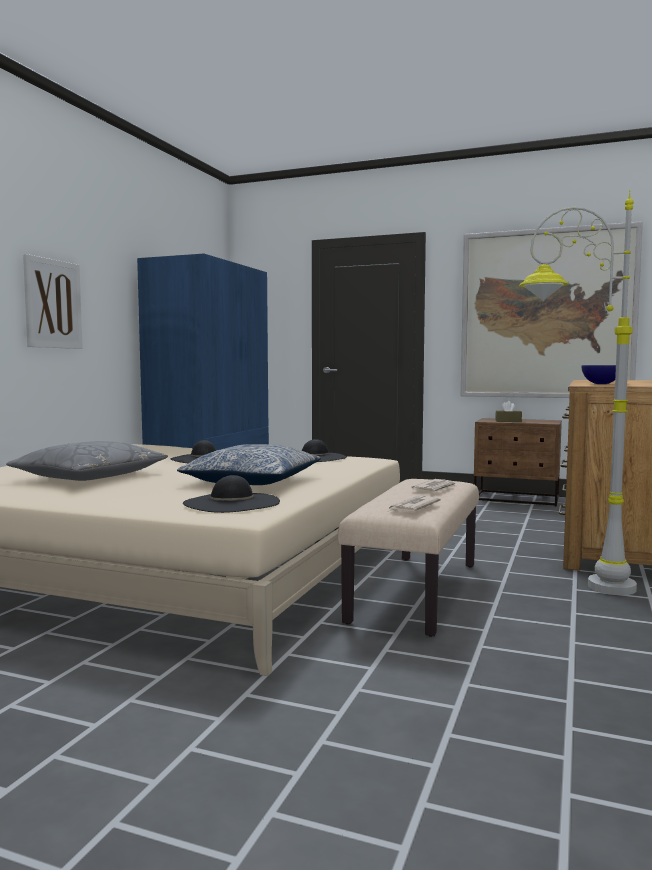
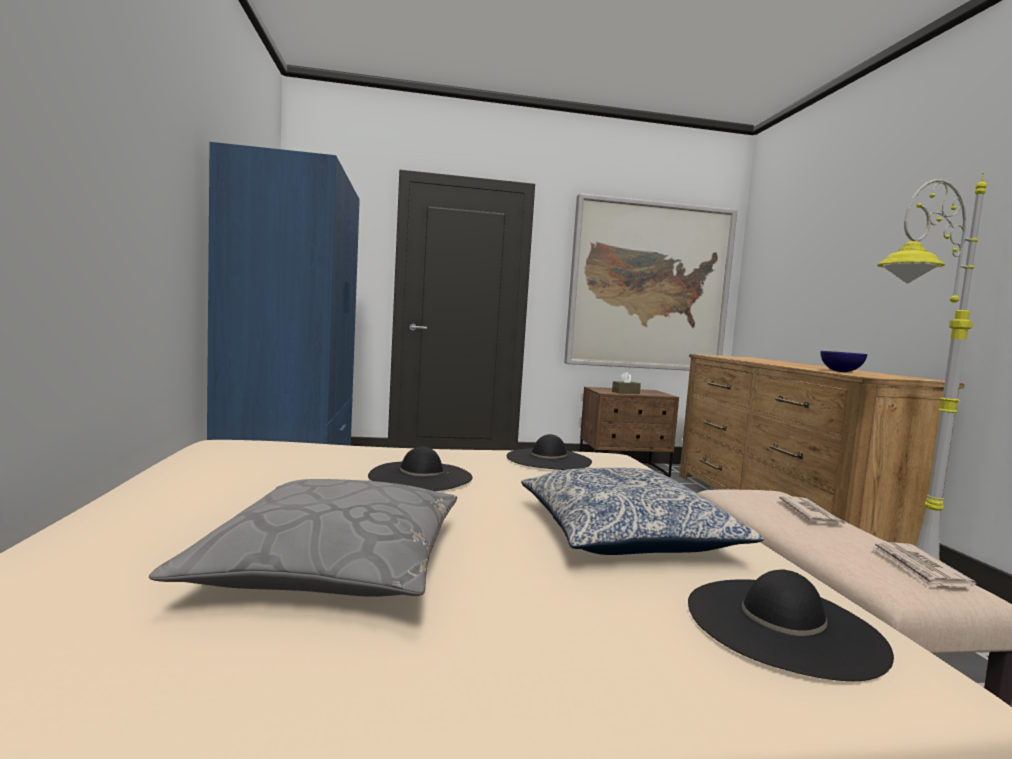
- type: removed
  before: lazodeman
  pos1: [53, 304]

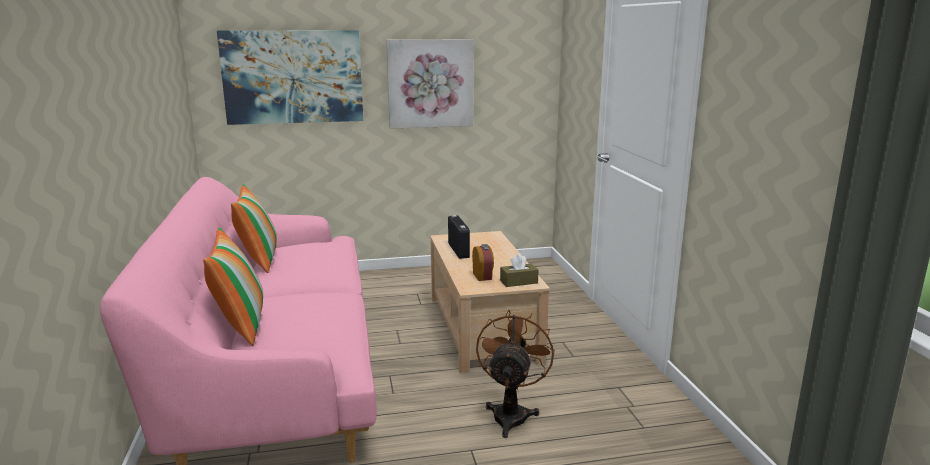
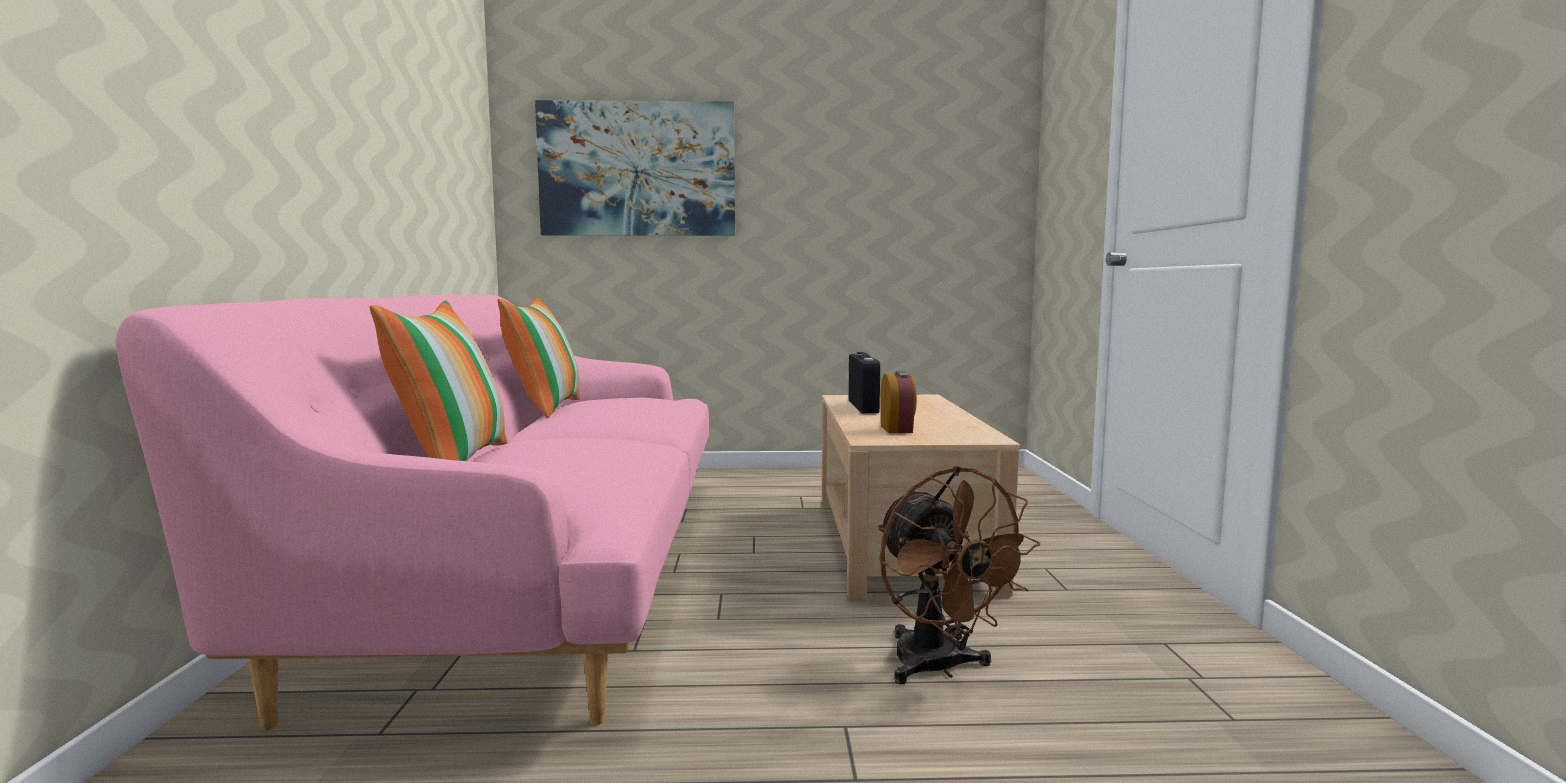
- type: removed
  before: lazodeman
  pos1: [430, 83]
- type: removed
  before: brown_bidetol
  pos1: [518, 282]
- type: turned
  before: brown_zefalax
  pos1: [511, 413]
  pos2: [939, 668]
  turn: 135

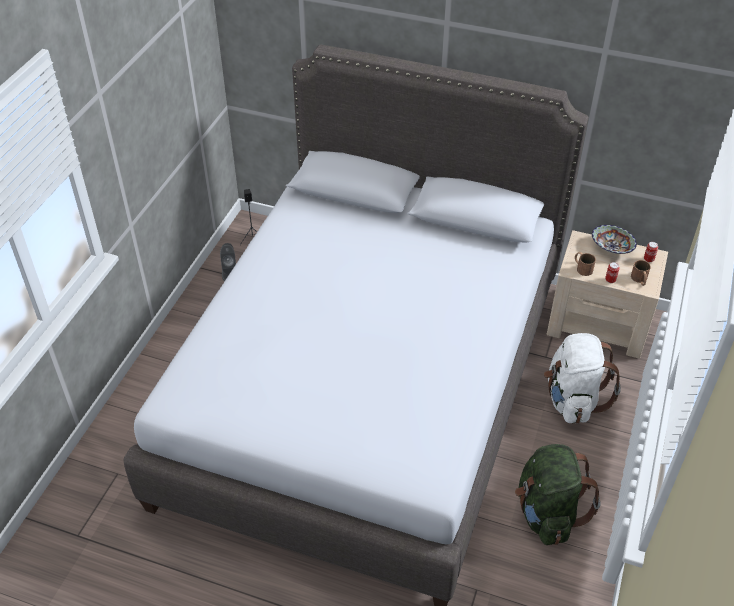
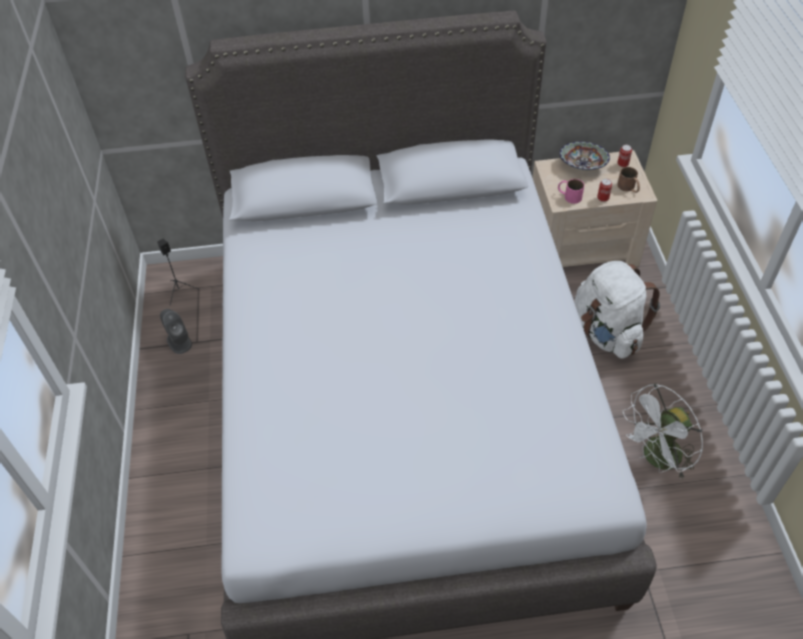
- type: recoloured
  before: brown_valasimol
  after: pink_valasimol
  pos1: [582, 267]
  pos2: [569, 196]
- type: replaced
  before: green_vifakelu
  after: white_zefalax
  pos1: [547, 513]
  pos2: [656, 459]

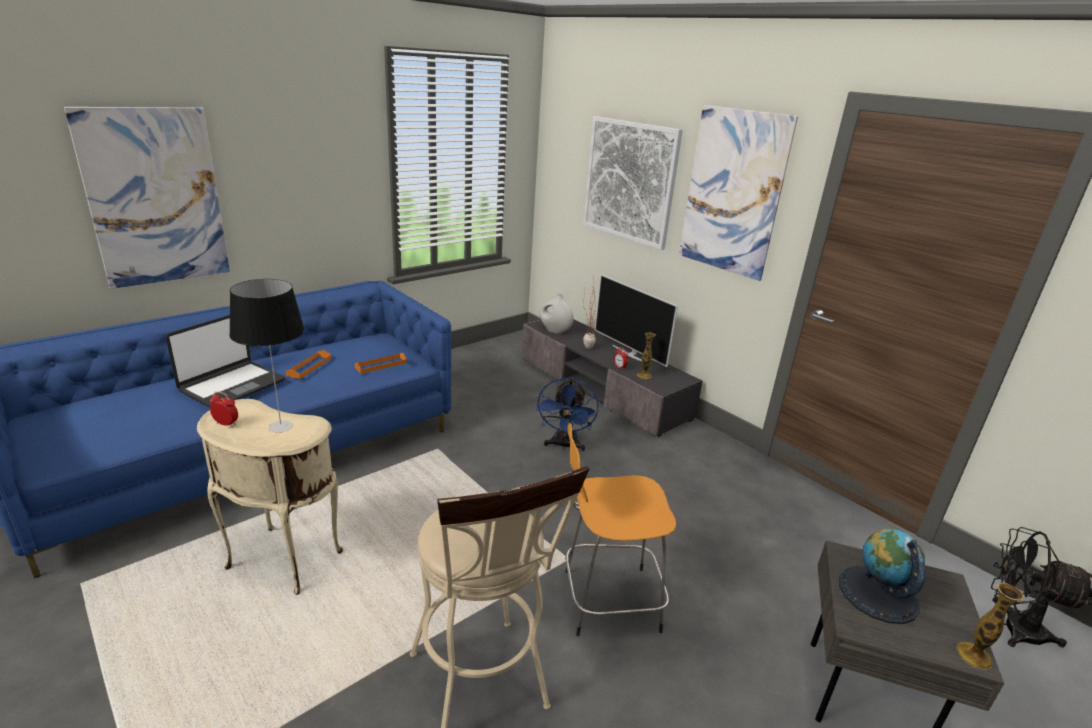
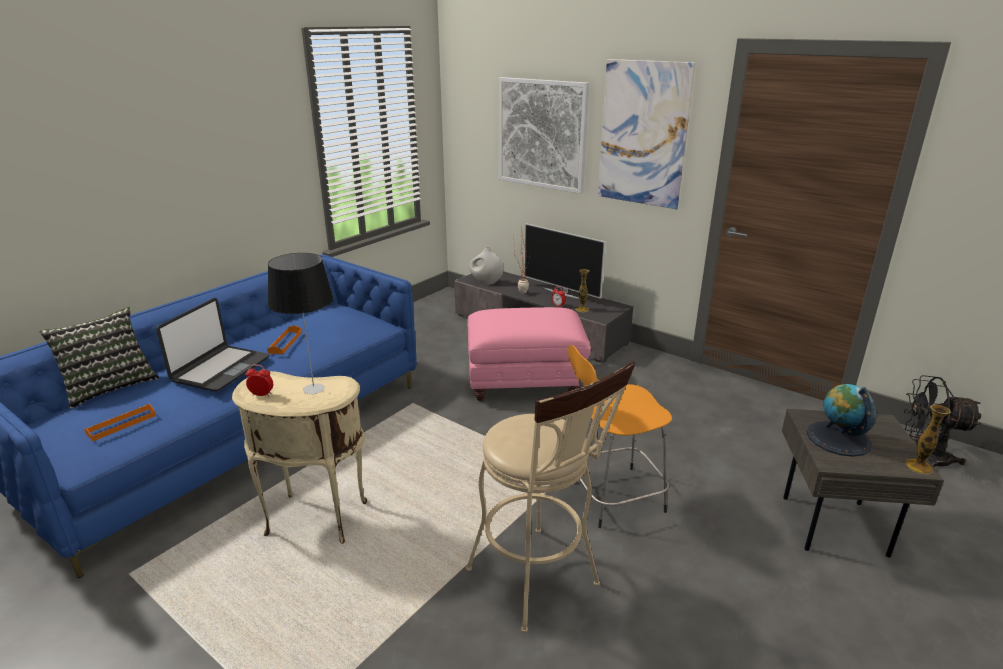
- type: removed
  before: lazodeman
  pos1: [155, 198]
- type: moved
  before: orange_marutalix
  pos1: [381, 365]
  pos2: [121, 424]
- type: replaced
  before: blue_zefalax
  after: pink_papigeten
  pos1: [564, 445]
  pos2: [526, 382]
- type: added
  after: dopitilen
  pos2: [110, 386]

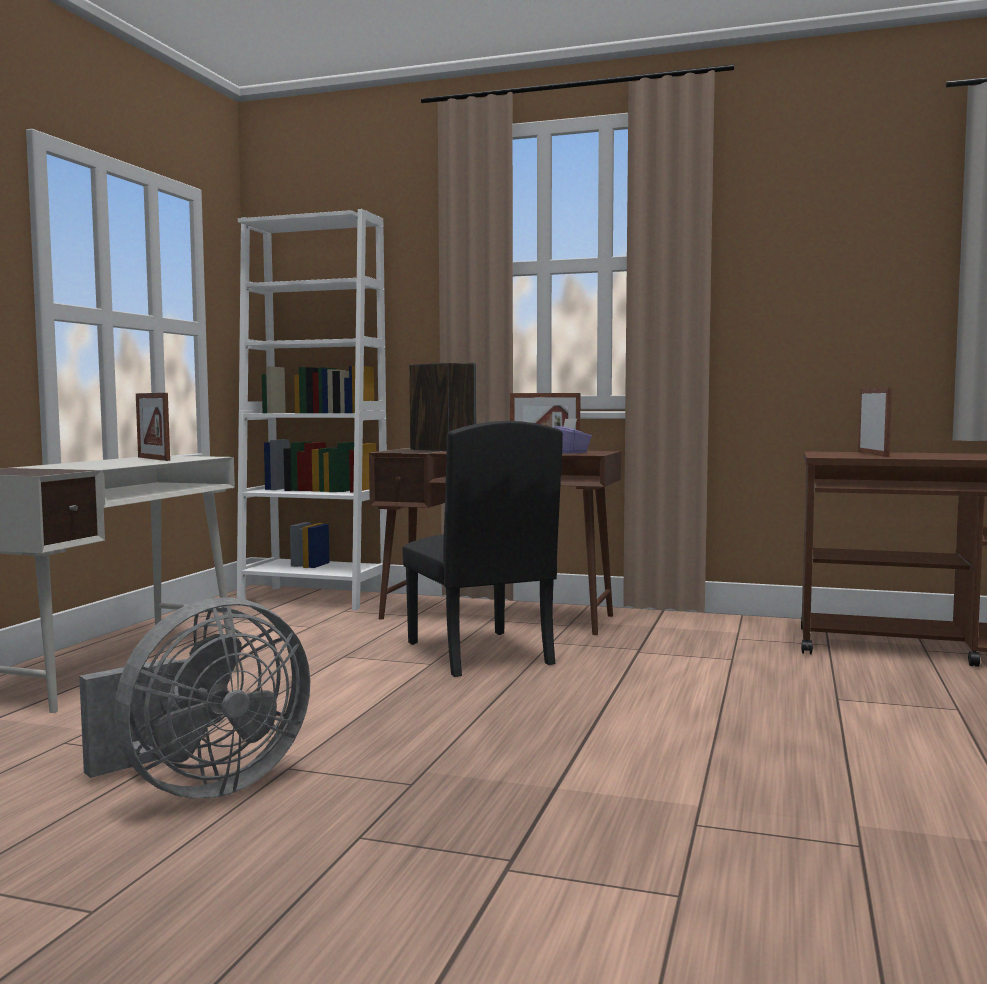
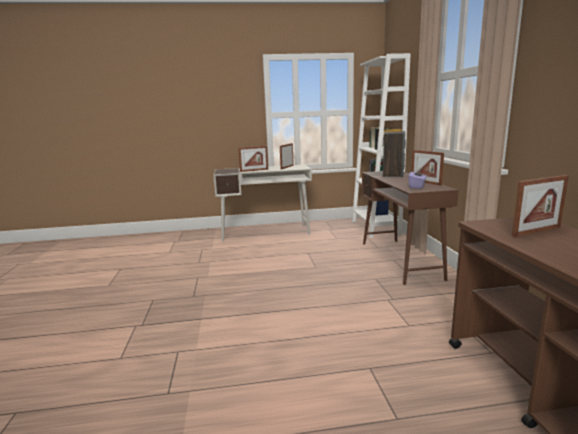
- type: removed
  before: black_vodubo
  pos1: [478, 653]
- type: removed
  before: grey_zefalax
  pos1: [202, 787]
- type: added
  after: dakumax
  pos2: [254, 170]

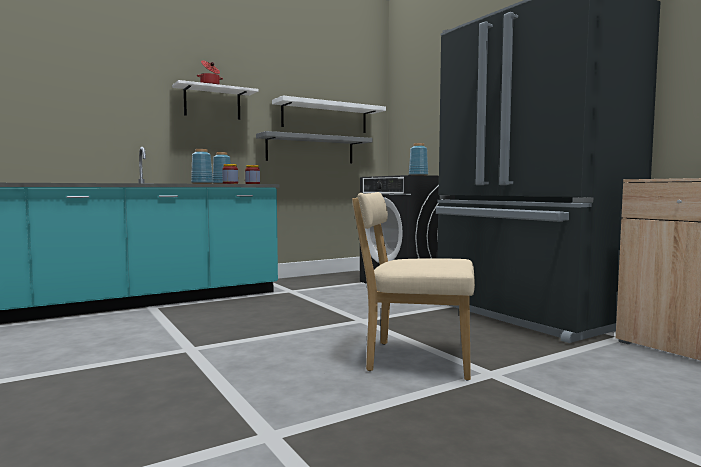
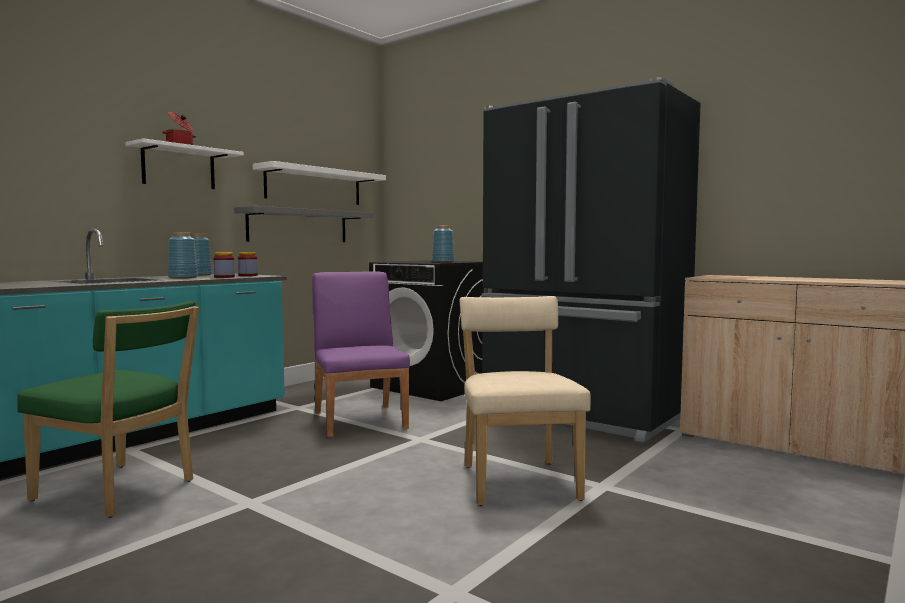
- type: turned
  before: beige_vodubo
  pos1: [414, 359]
  pos2: [518, 480]
  turn: 90
- type: added
  after: purple_vodubo
  pos2: [360, 420]
- type: added
  after: green_vodubo
  pos2: [120, 491]

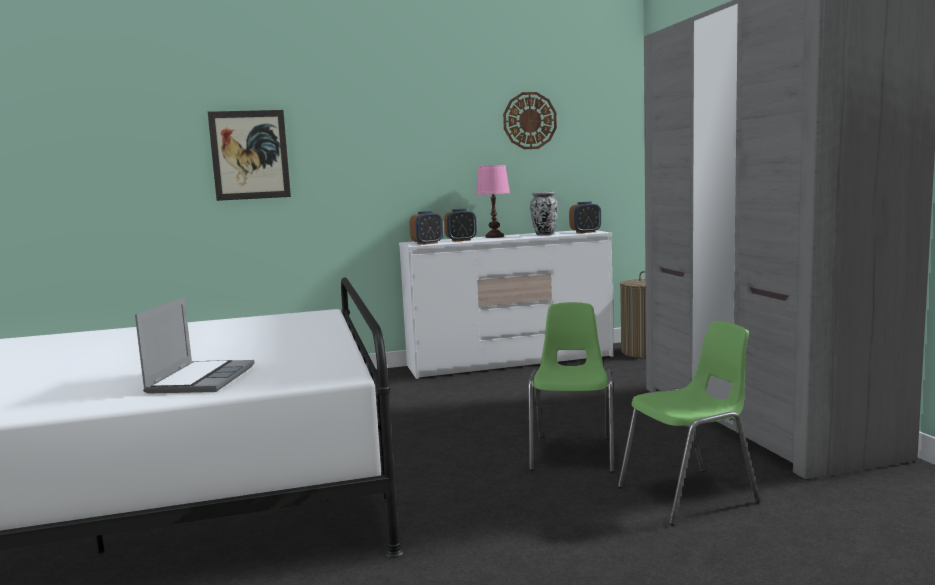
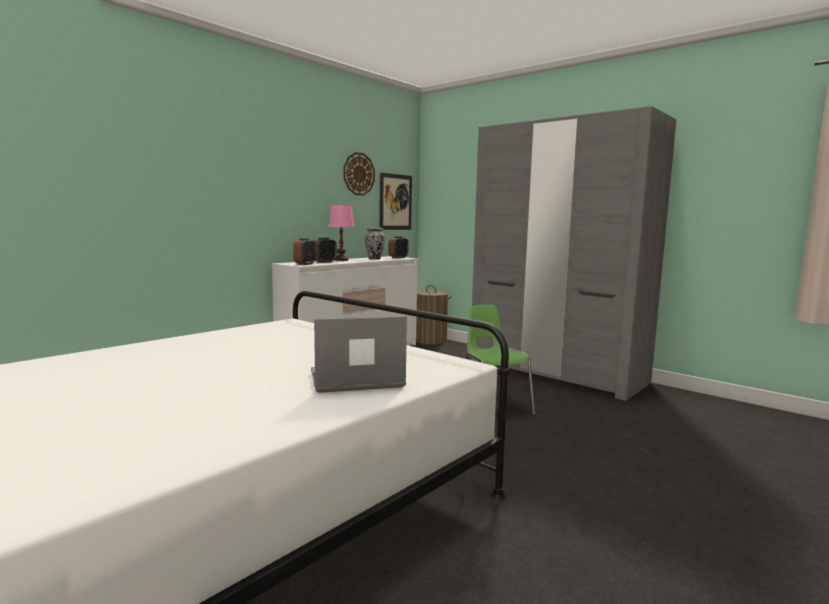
- type: moved
  before: lazodeman
  pos1: [250, 155]
  pos2: [395, 202]
- type: turned
  before: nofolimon
  pos1: [201, 379]
  pos2: [355, 380]
  turn: -75
- type: removed
  before: green_vodubo
  pos1: [689, 495]

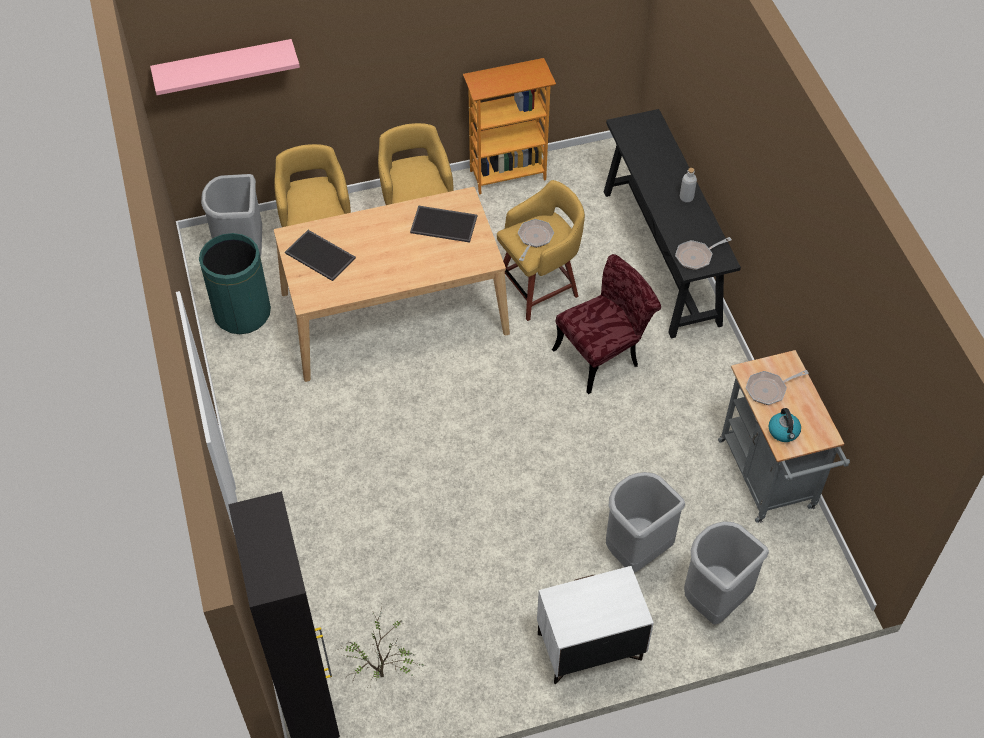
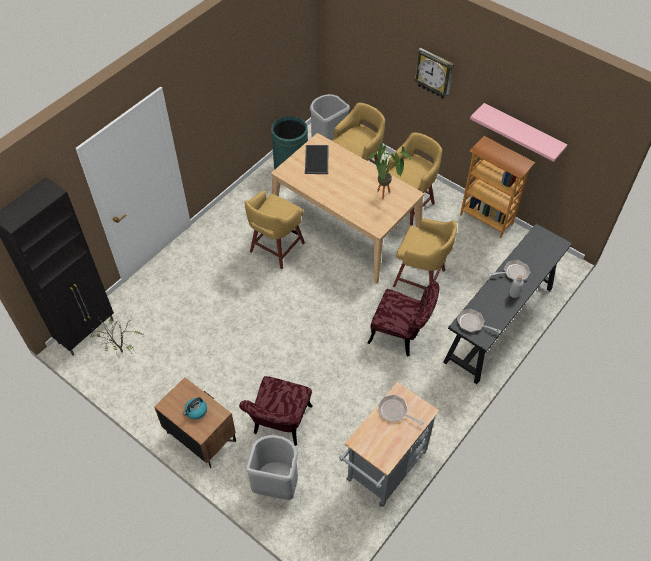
- type: moved
  before: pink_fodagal
  pos1: [224, 64]
  pos2: [522, 131]
- type: replaced
  before: marutalix
  after: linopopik
  pos1: [444, 223]
  pos2: [385, 196]
- type: moved
  before: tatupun
  pos1: [534, 238]
  pos2: [513, 273]
- type: moved
  before: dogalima
  pos1: [783, 432]
  pos2: [196, 411]
- type: replaced
  before: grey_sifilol
  after: red_vodubo
  pos1: [636, 550]
  pos2: [280, 425]
- type: recoloured
  before: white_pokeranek
  after: brown_pokeranek
  pos1: [589, 648]
  pos2: [200, 437]
- type: added
  after: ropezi
  pos2: [434, 73]
- type: added
  after: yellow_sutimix
  pos2: [276, 248]

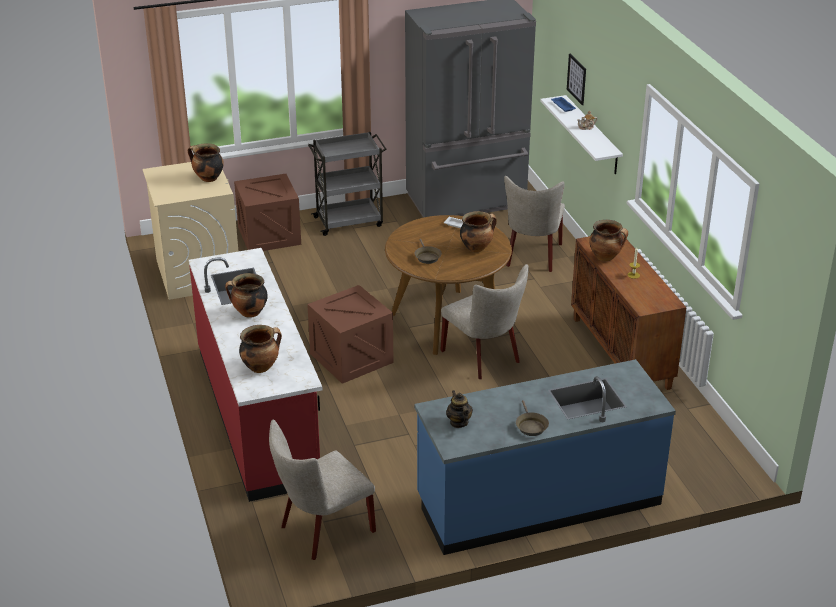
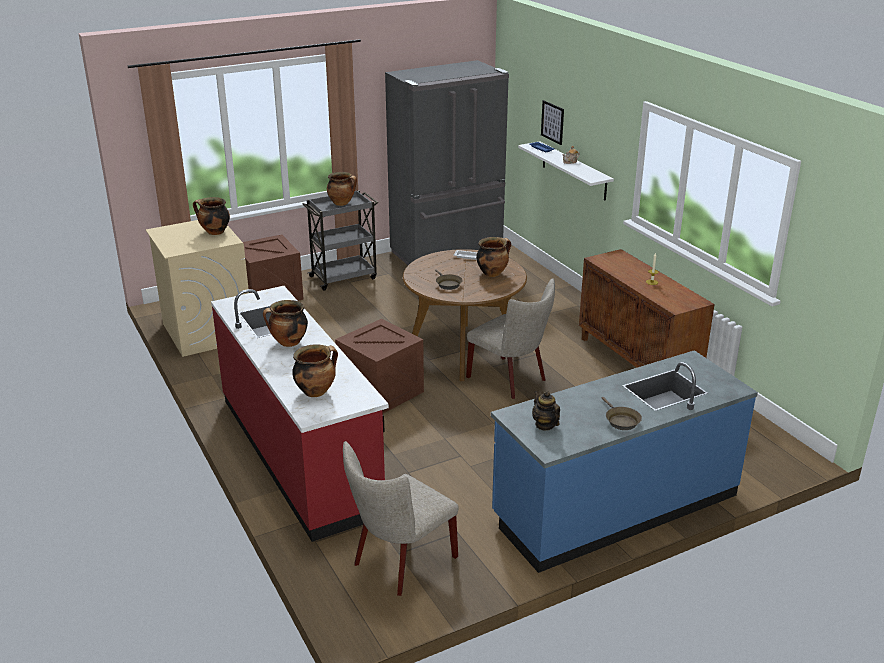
- type: removed
  before: beige_vodubo
  pos1: [532, 257]
- type: moved
  before: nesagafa
  pos1: [606, 257]
  pos2: [342, 203]

